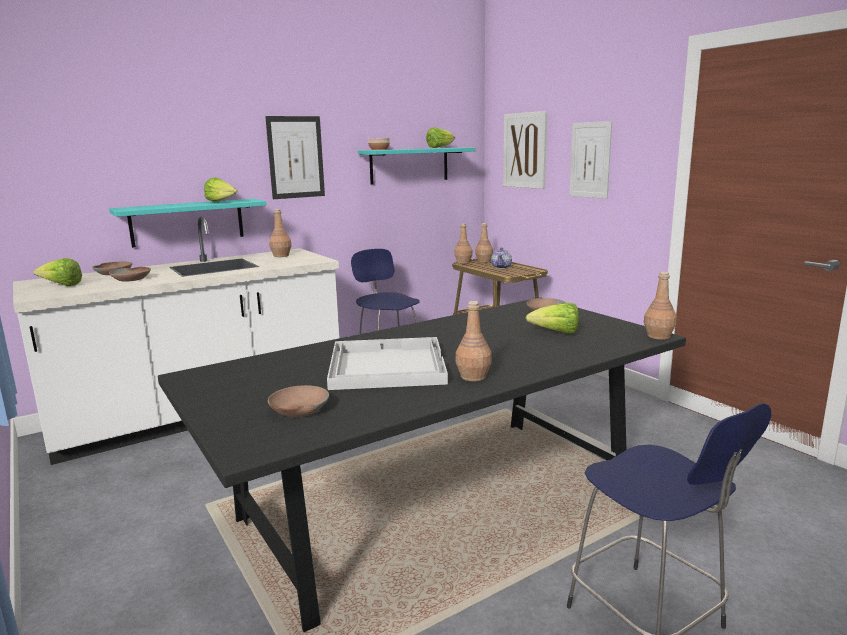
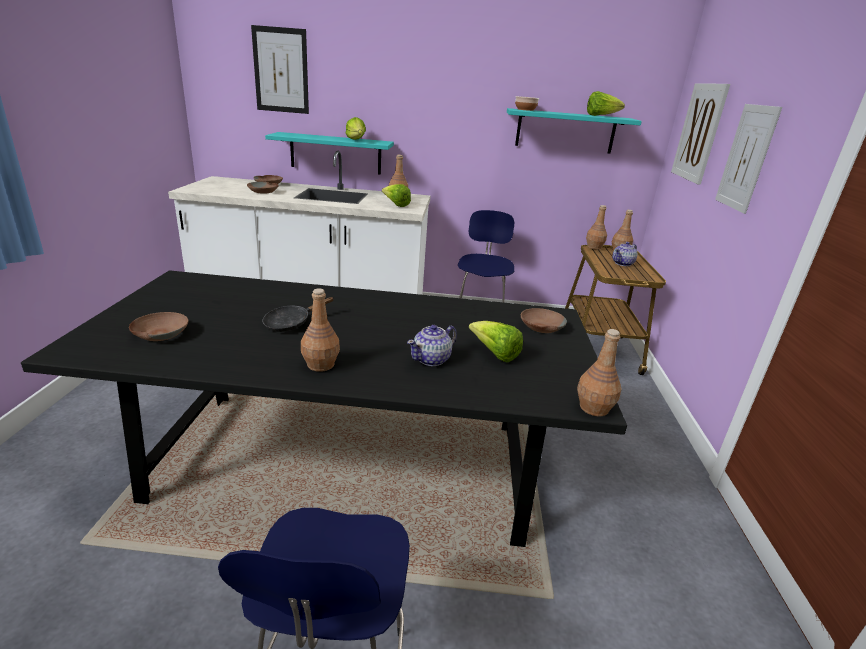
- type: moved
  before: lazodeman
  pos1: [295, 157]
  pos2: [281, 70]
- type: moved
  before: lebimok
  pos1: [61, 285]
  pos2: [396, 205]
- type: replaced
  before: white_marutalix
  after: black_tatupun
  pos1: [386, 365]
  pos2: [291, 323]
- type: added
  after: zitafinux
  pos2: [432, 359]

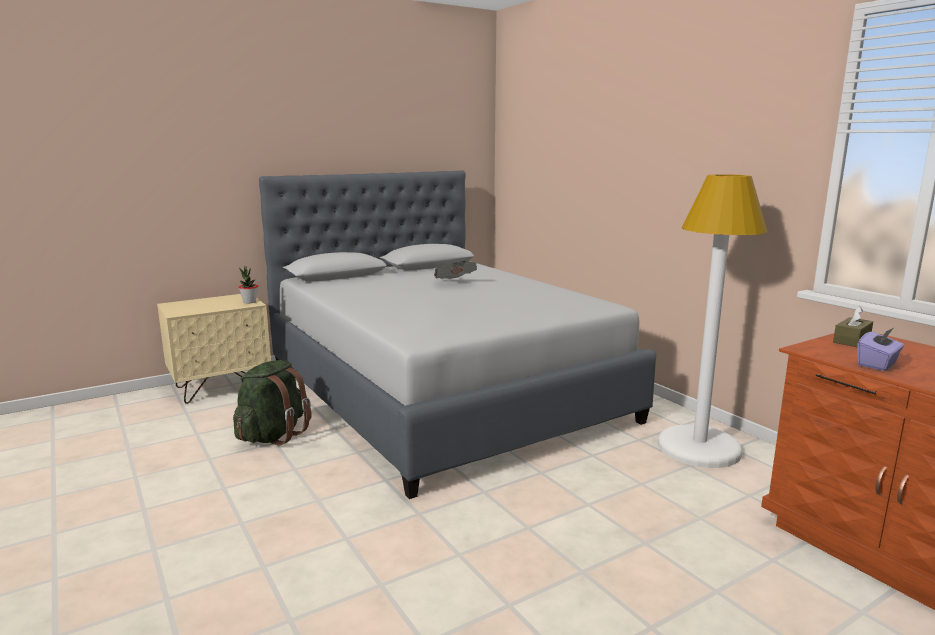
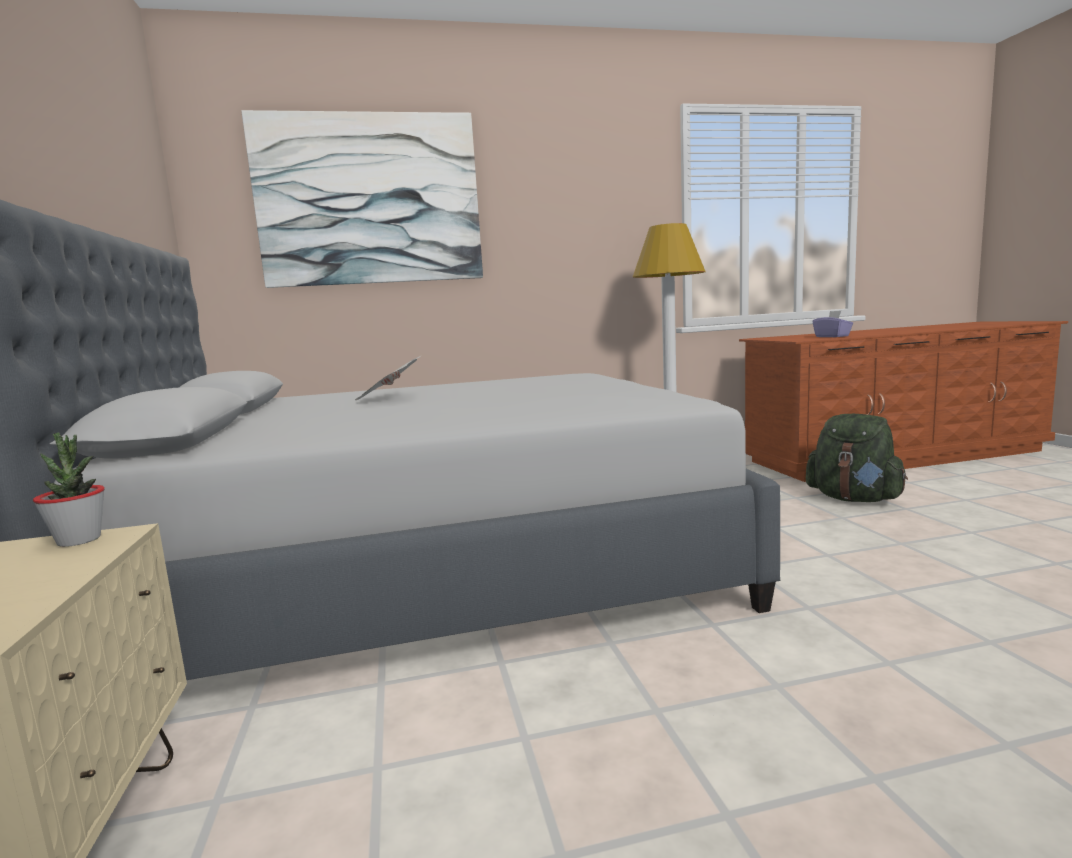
- type: removed
  before: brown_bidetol
  pos1: [851, 340]
- type: moved
  before: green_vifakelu
  pos1: [273, 435]
  pos2: [854, 499]
- type: added
  after: lazodeman
  pos2: [369, 200]

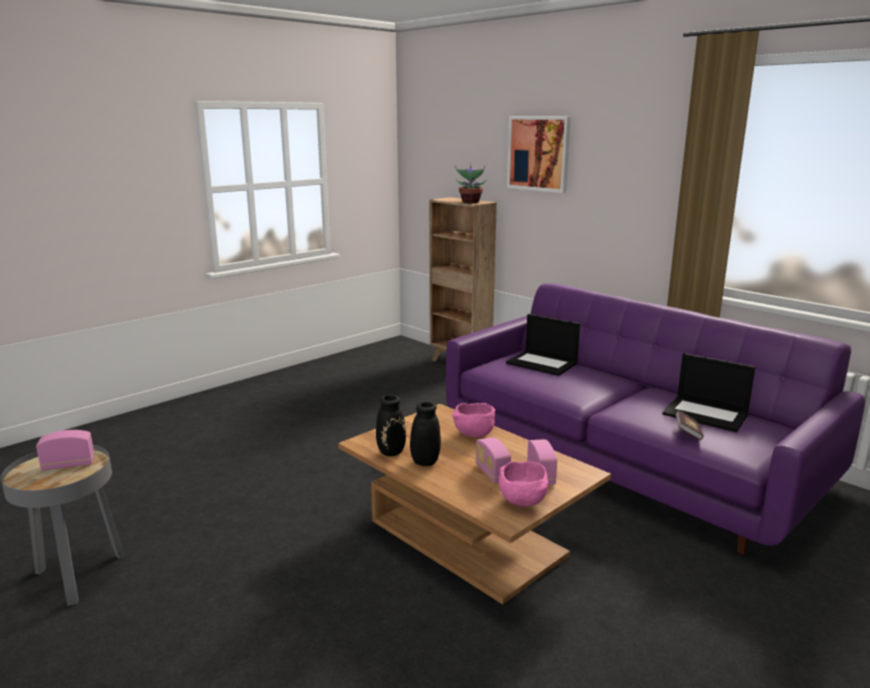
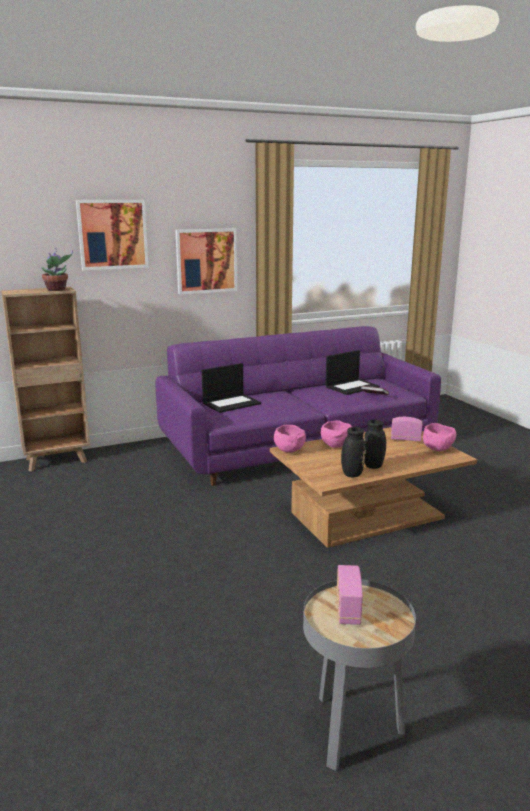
- type: removed
  before: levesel
  pos1: [492, 473]
- type: added
  after: lazodeman
  pos2: [206, 261]
- type: added
  after: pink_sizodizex
  pos2: [288, 450]

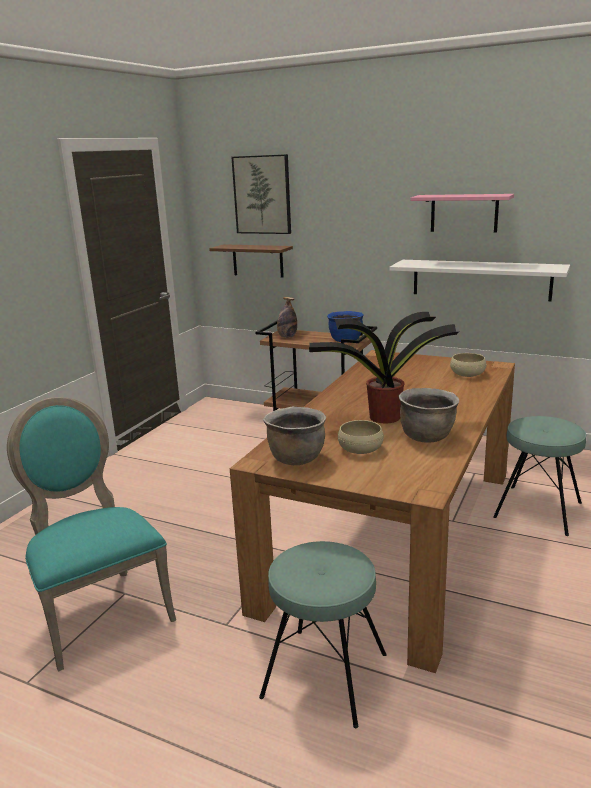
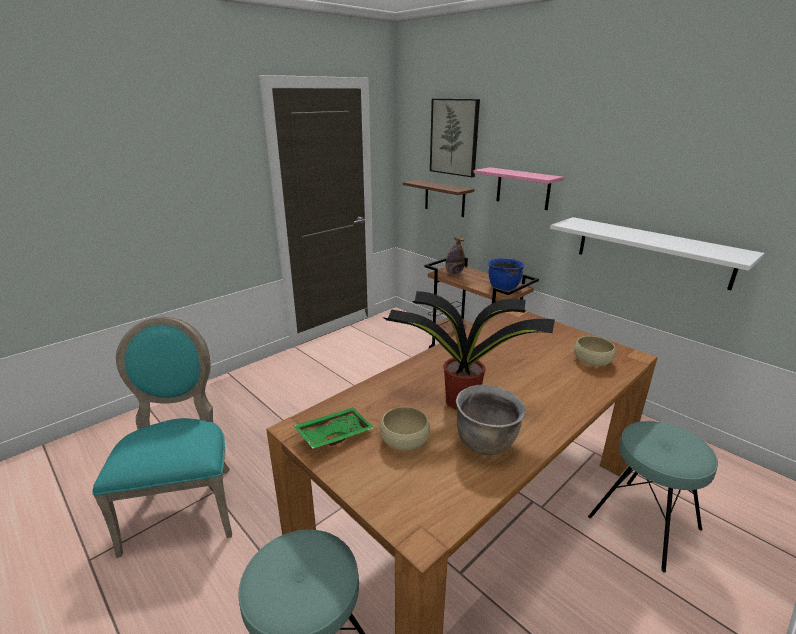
- type: moved
  before: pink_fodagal
  pos1: [464, 213]
  pos2: [523, 188]
- type: replaced
  before: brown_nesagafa
  after: green_marutalix
  pos1: [296, 458]
  pos2: [334, 434]

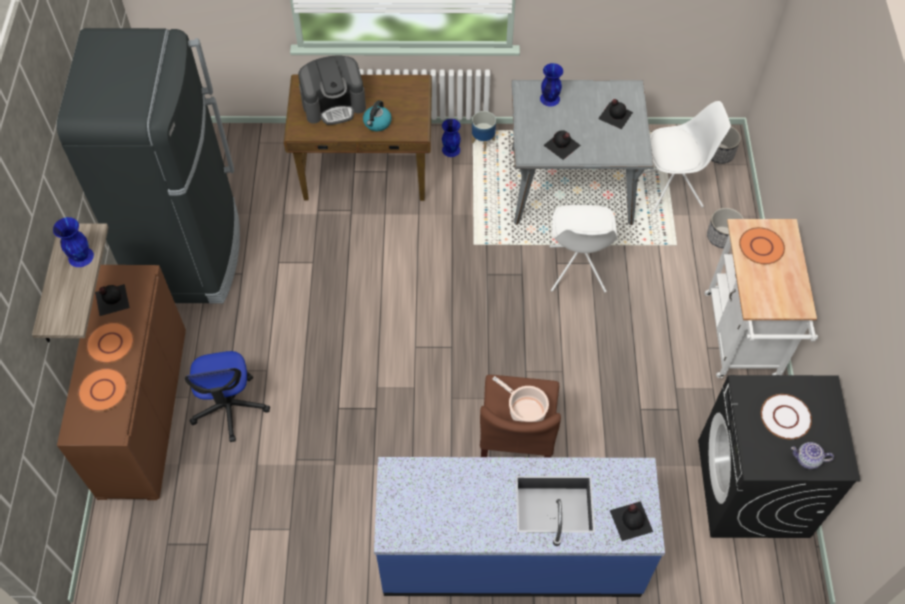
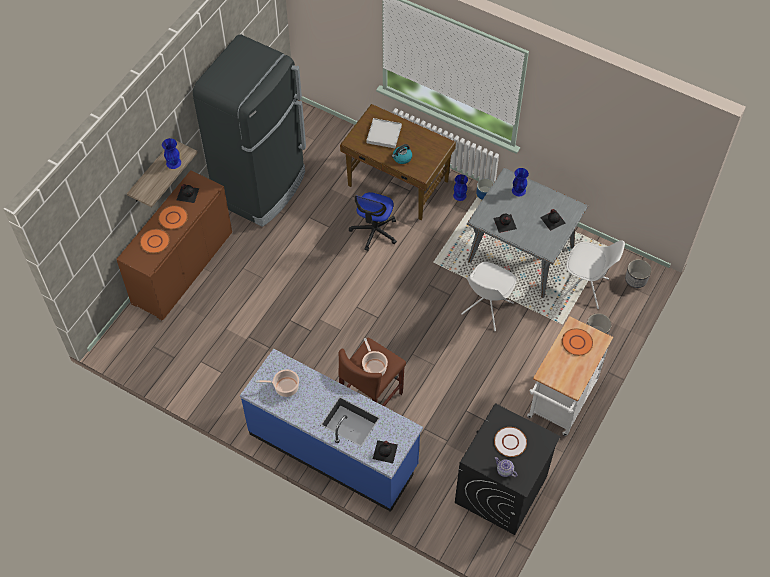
- type: replaced
  before: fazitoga
  after: white_marutalix
  pos1: [334, 104]
  pos2: [384, 134]
- type: moved
  before: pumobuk
  pos1: [230, 407]
  pos2: [374, 231]
- type: added
  after: nesagafa
  pos2: [284, 387]

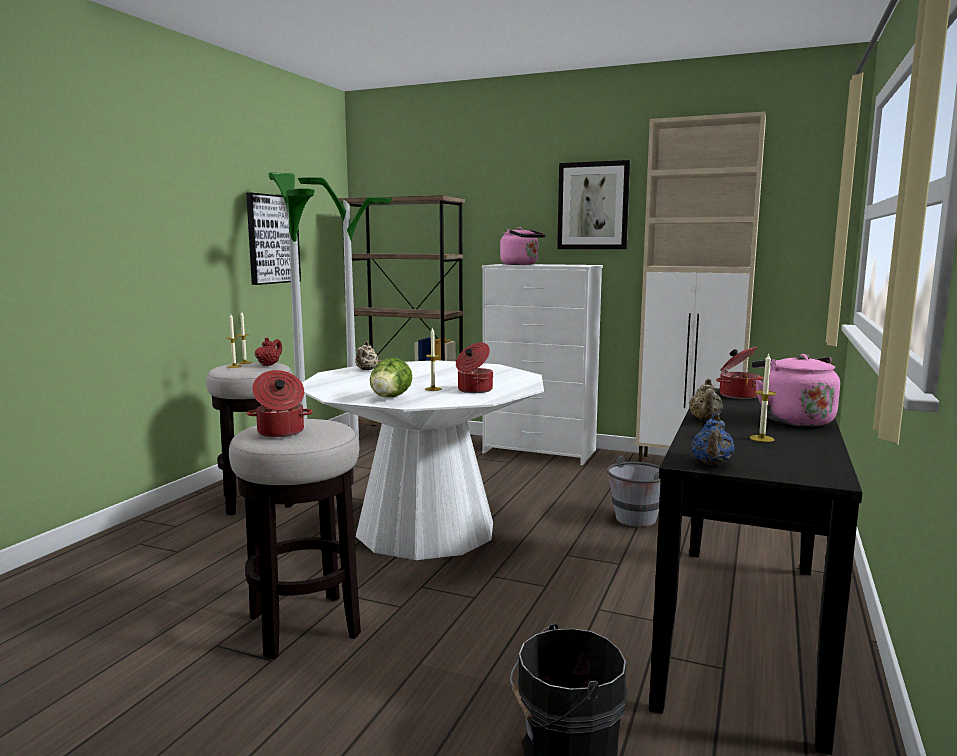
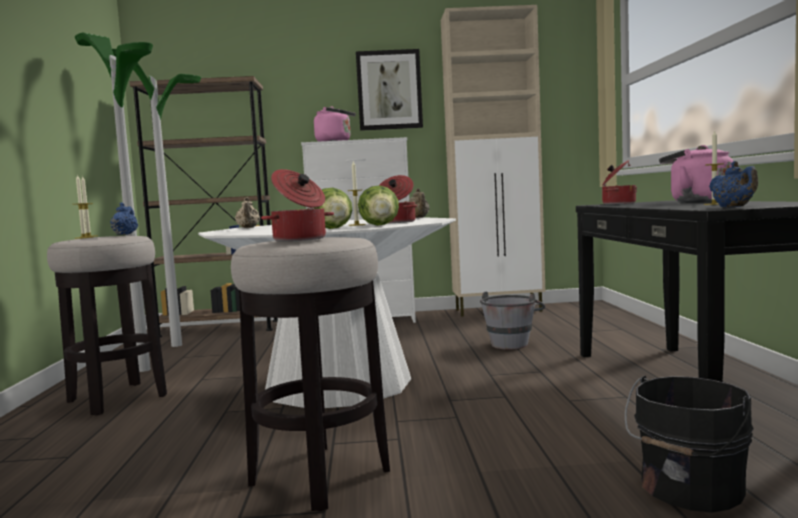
- type: removed
  before: lazodeman
  pos1: [272, 239]
- type: recoloured
  before: red_zitafinux
  after: blue_zitafinux
  pos1: [269, 365]
  pos2: [125, 234]
- type: moved
  before: beige_zitafinux
  pos1: [705, 420]
  pos2: [418, 218]
- type: added
  after: lebimok
  pos2: [381, 225]

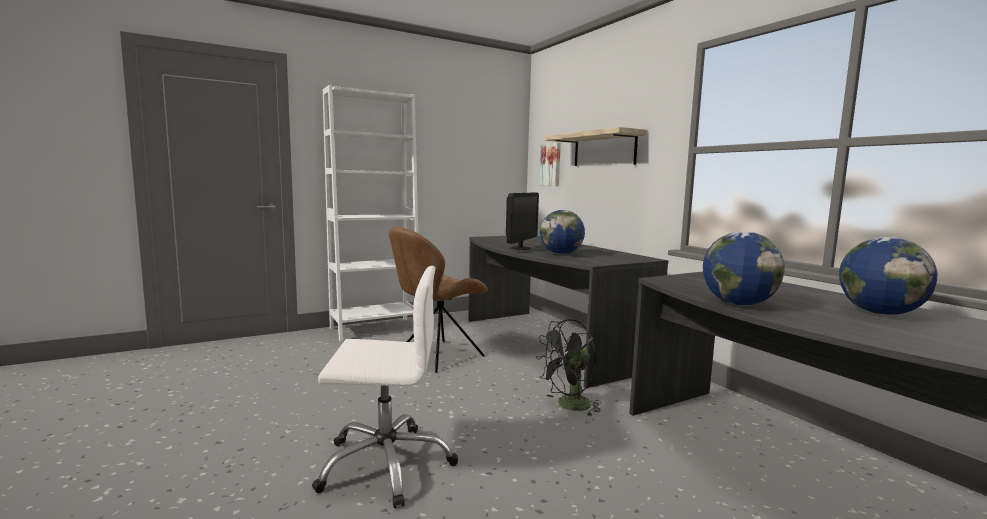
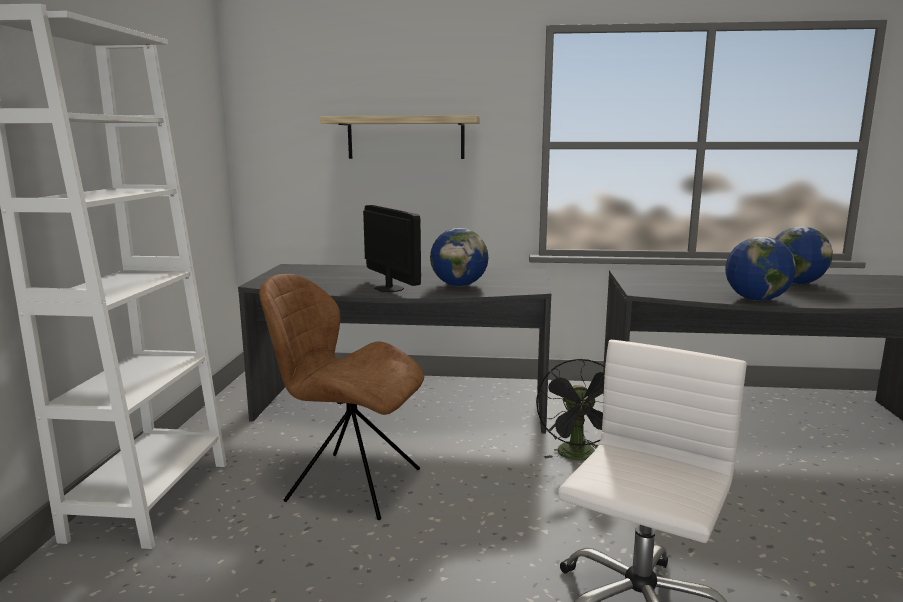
- type: removed
  before: lazodeman
  pos1: [551, 164]
- type: turned
  before: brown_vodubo
  pos1: [437, 356]
  pos2: [349, 484]
  turn: 120

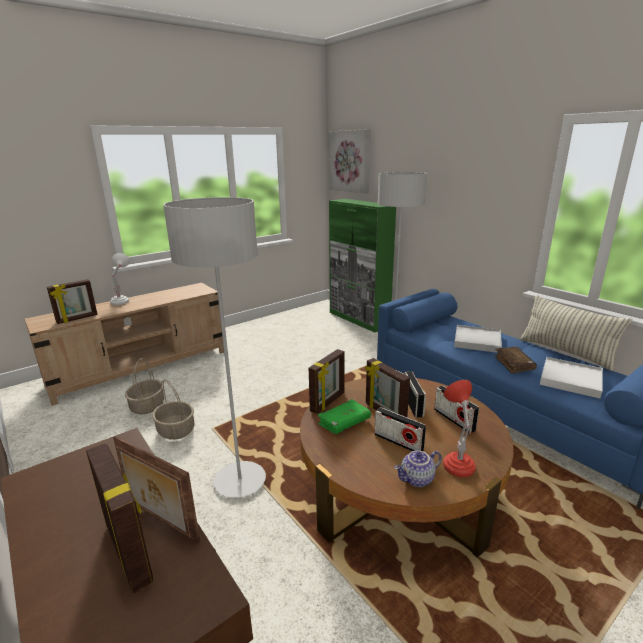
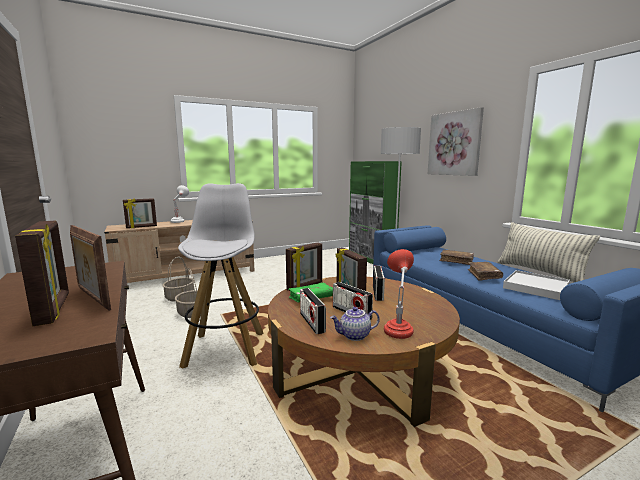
- type: moved
  before: lazodeman
  pos1: [350, 161]
  pos2: [454, 143]
- type: replaced
  before: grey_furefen
  after: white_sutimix
  pos1: [240, 481]
  pos2: [225, 348]
- type: replaced
  before: white_marutalix
  after: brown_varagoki
  pos1: [477, 341]
  pos2: [456, 261]
- type: moved
  before: levesel
  pos1: [454, 420]
  pos2: [312, 323]

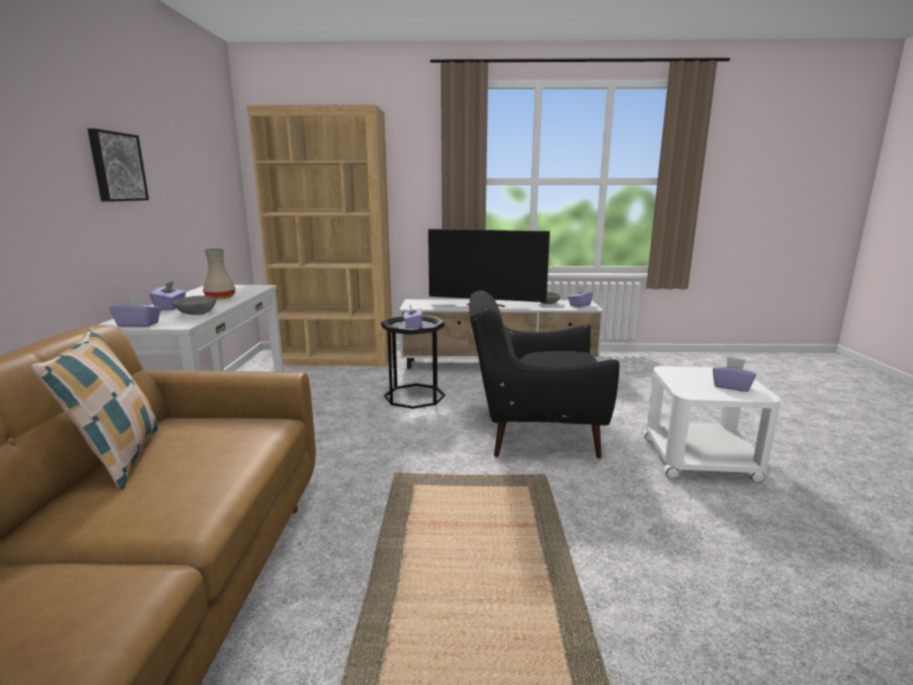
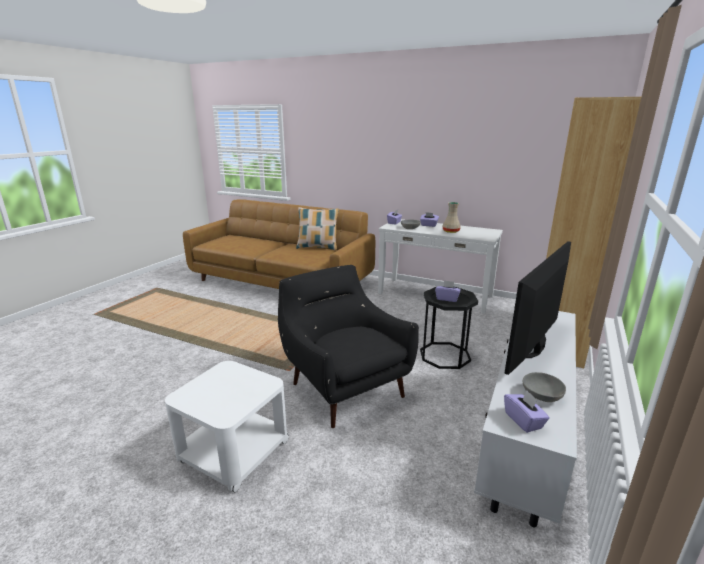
- type: removed
  before: lazodeman
  pos1: [116, 167]
- type: turned
  before: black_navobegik
  pos1: [532, 432]
  pos2: [344, 387]
  turn: -60
- type: removed
  before: purple_bidetol
  pos1: [731, 386]

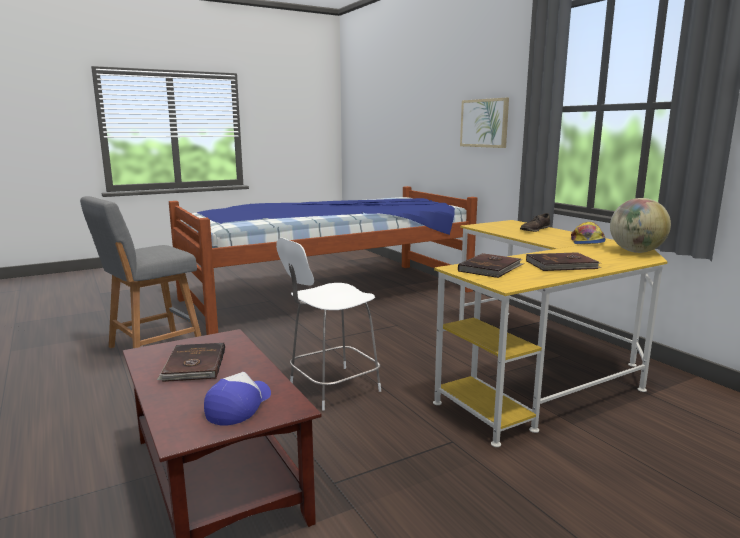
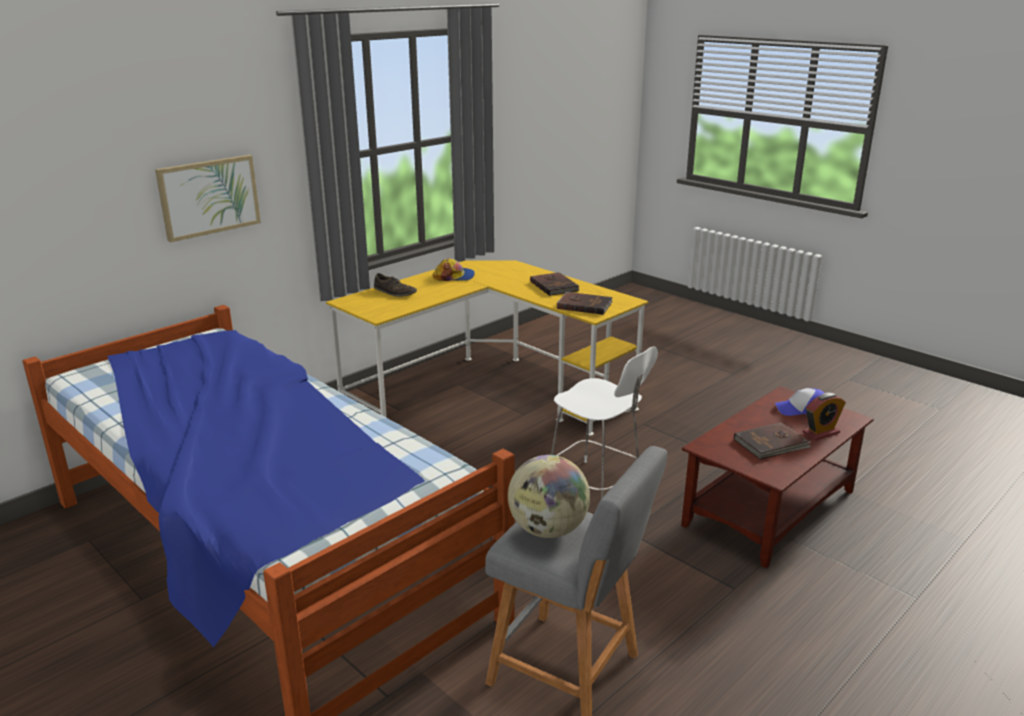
- type: moved
  before: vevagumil
  pos1: [636, 251]
  pos2: [548, 530]
- type: added
  after: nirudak
  pos2: [821, 433]

